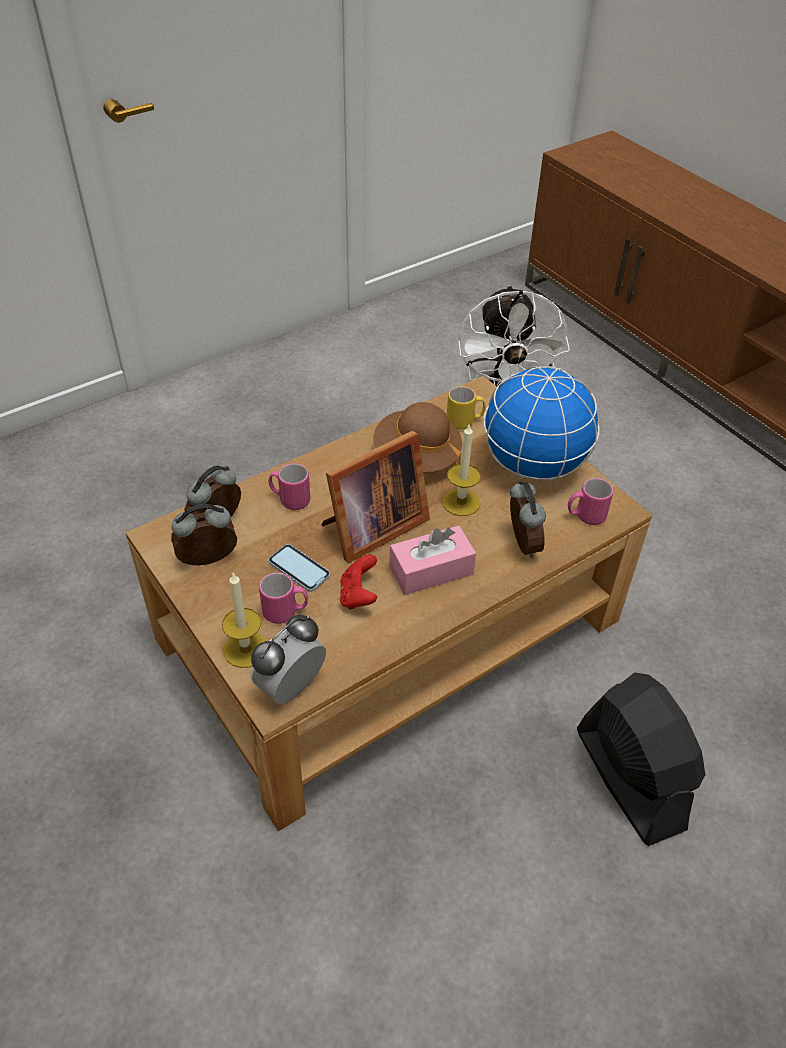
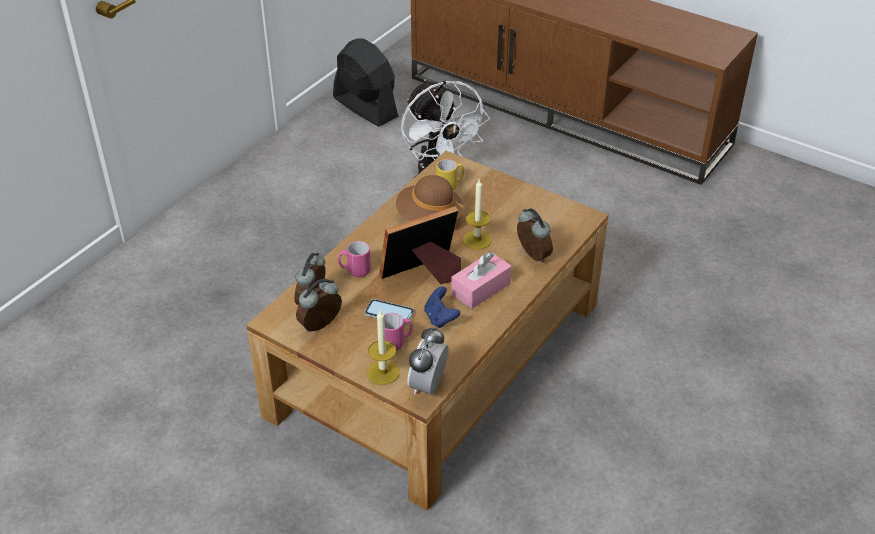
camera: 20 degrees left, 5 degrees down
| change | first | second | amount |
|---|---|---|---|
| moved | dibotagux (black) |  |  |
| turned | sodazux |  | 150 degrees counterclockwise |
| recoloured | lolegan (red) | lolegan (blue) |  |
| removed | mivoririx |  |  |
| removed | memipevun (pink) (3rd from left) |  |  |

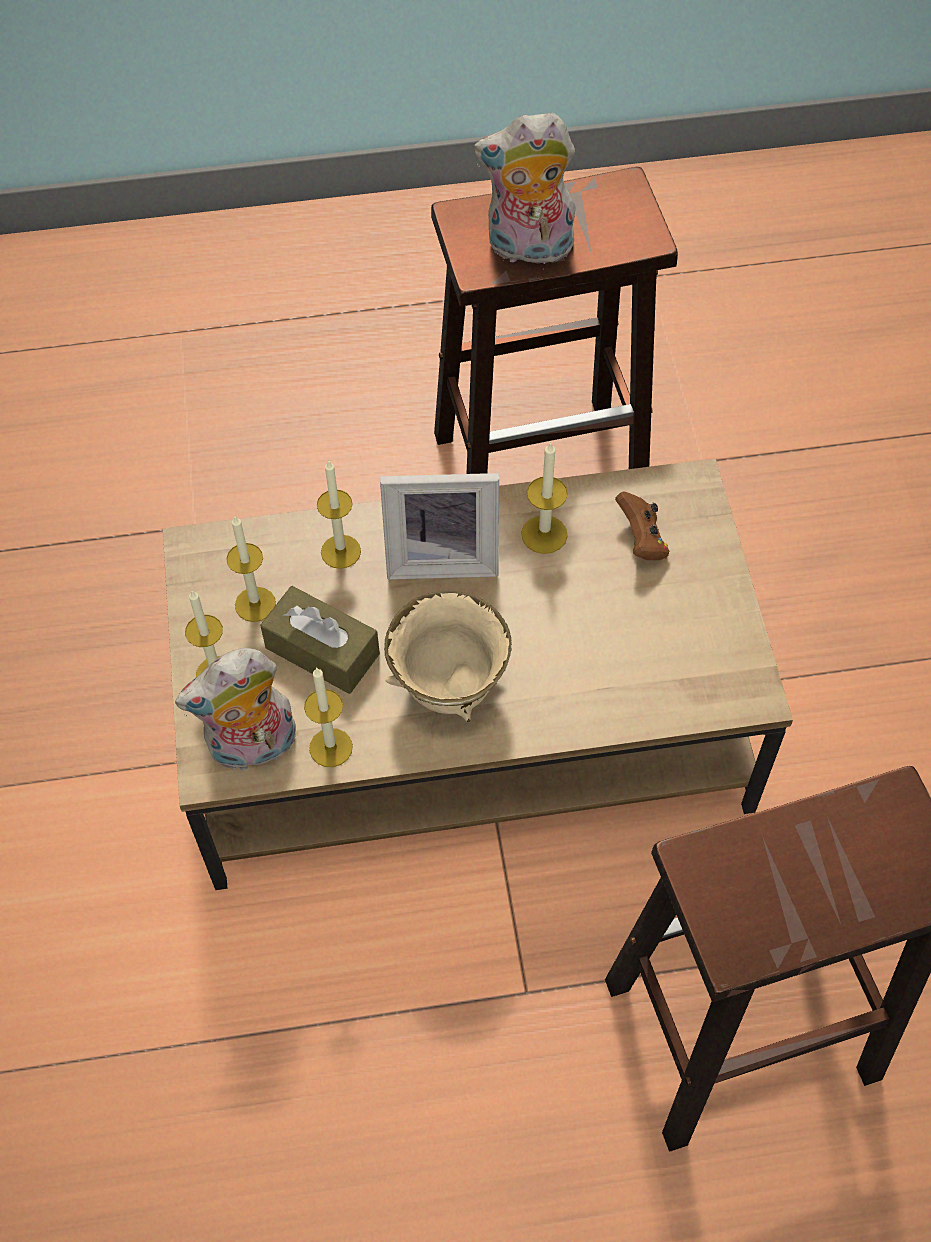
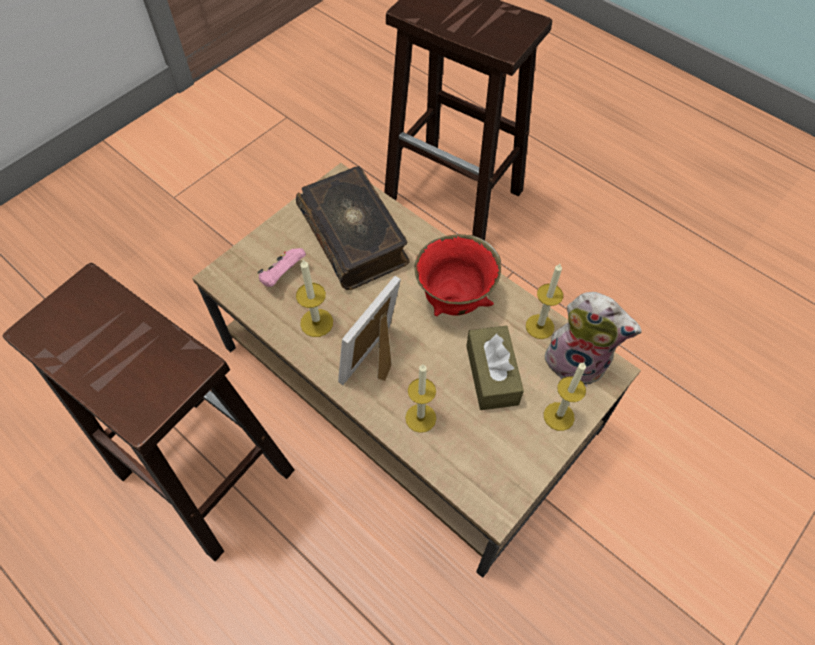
camera: 130 degrees left, 0 degrees up
| change | first | second | amount |
|---|---|---|---|
| recoloured | lolegan (brown) | lolegan (pink) |  |
| added |  | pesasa |  |
| turned | sodazux |  | 105 degrees counterclockwise |
| recoloured | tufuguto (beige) | tufuguto (red) |  |
| removed | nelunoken (2nd from left) |  |  |
| removed | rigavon (2nd from left) |  |  |

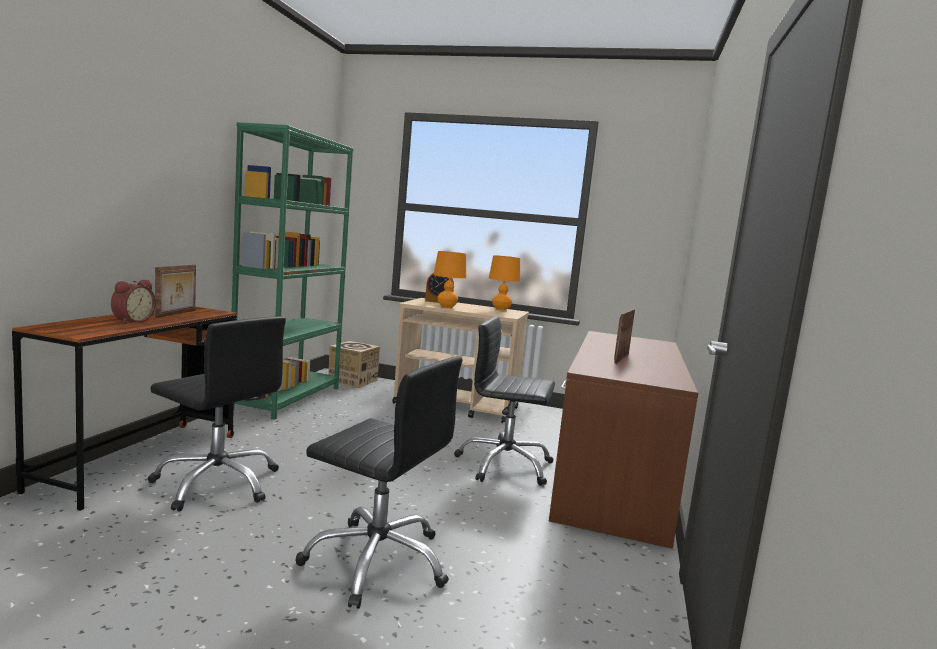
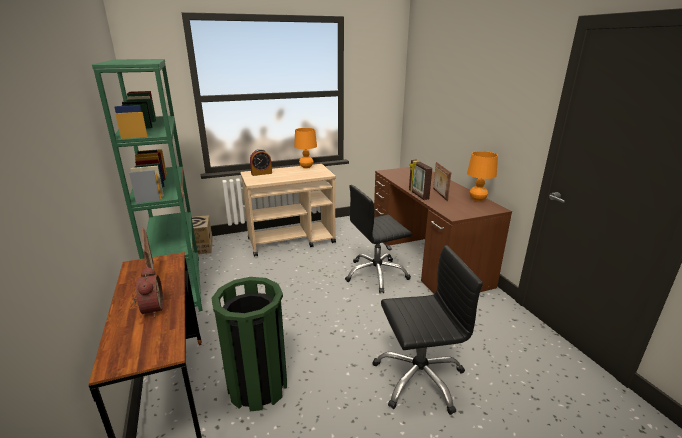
camera: 35 degrees left, 15 degrees up
| change | first | second | amount |
|---|---|---|---|
| replaced | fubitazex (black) (1st from left) | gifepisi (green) |  |
| added |  | sodazux (2nd from left) |  |
| moved | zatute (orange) (1st from left in the first image) | zatute (orange) (2nd from left) |  |

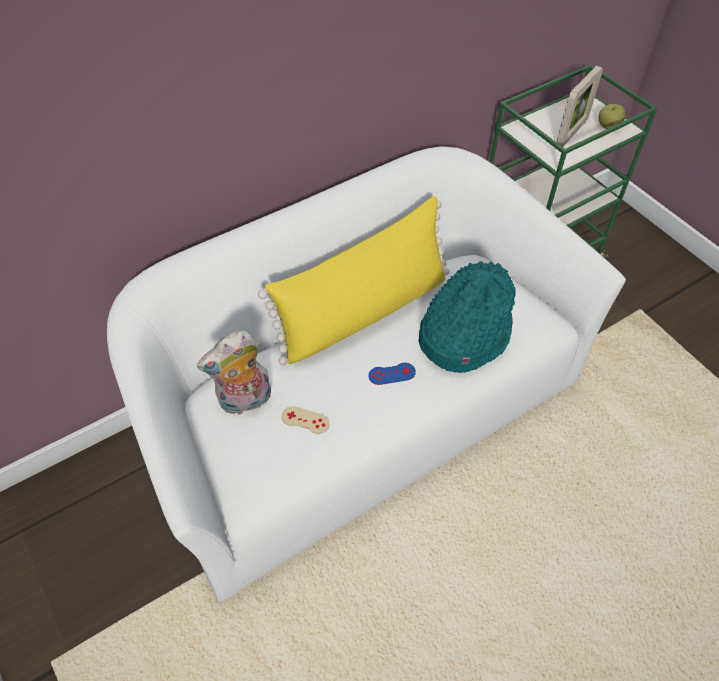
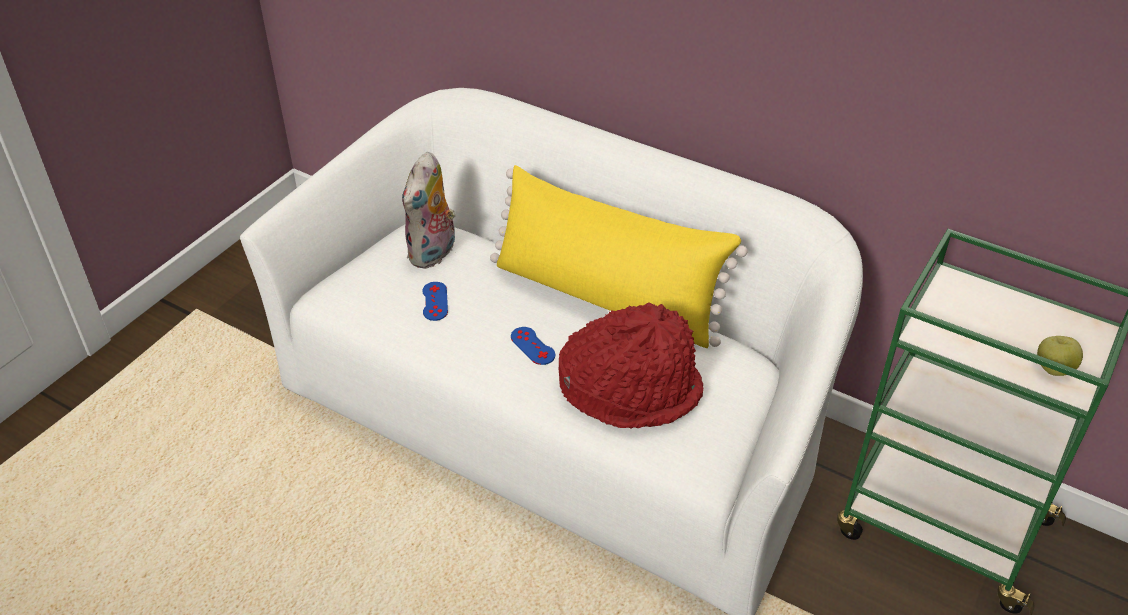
camera: 65 degrees right, 10 degrees down
| change | first | second | amount |
|---|---|---|---|
| turned | rigavon |  | 105 degrees counterclockwise |
| recoloured | lolegan (beige) | lolegan (blue) (1st from left) |  |
| recoloured | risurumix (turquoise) | risurumix (red) |  |
| removed | sodazux |  |  |

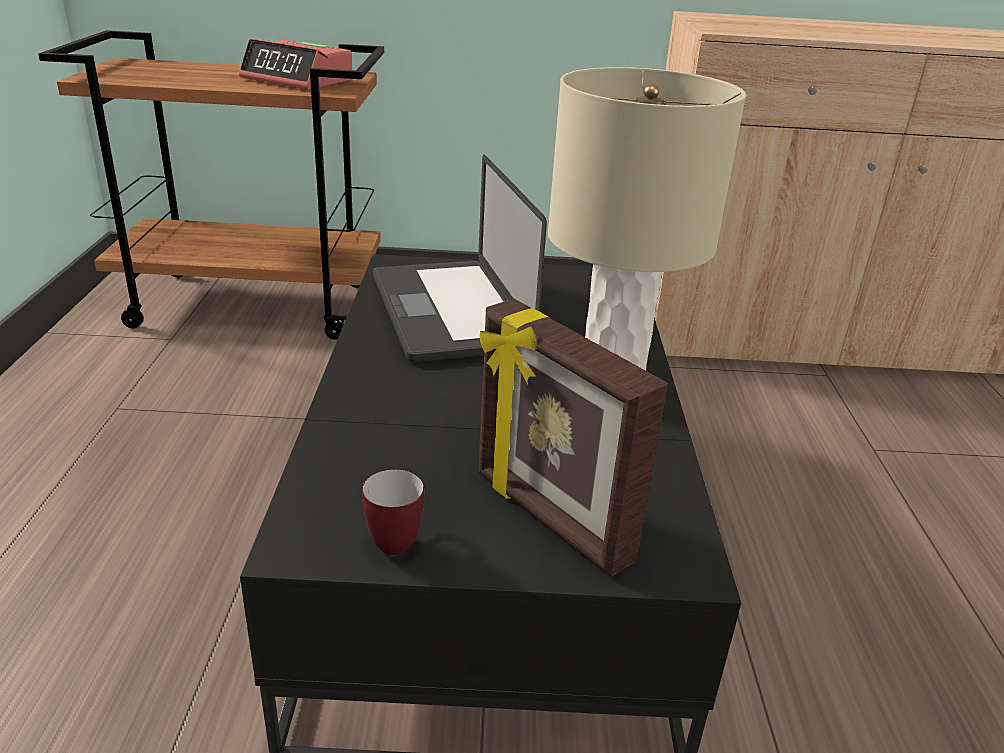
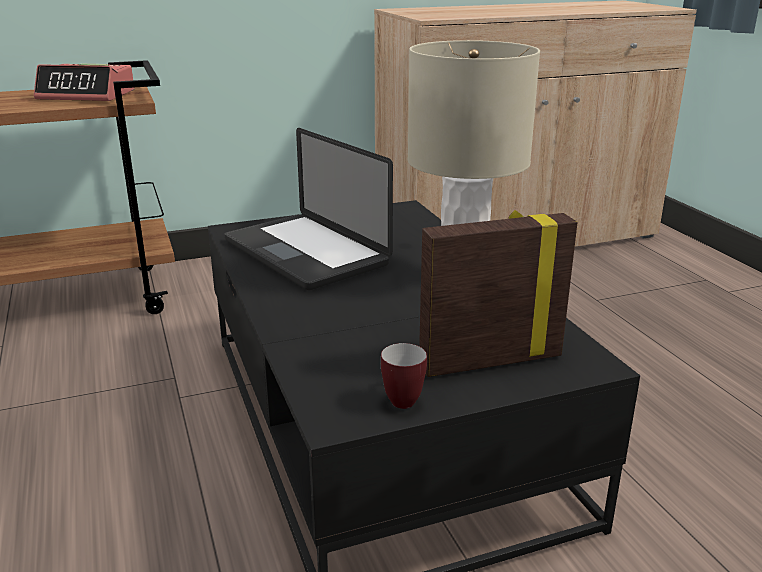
camera: 20 degrees left, 5 degrees down
| change | first | second | amount |
|---|---|---|---|
| turned | sodazux |  | 135 degrees clockwise |

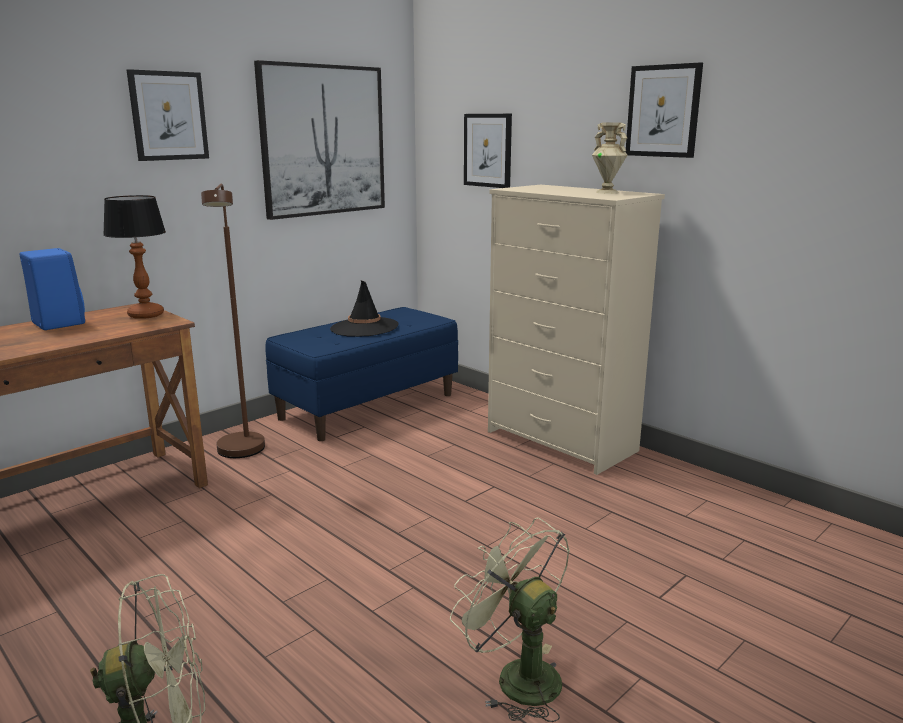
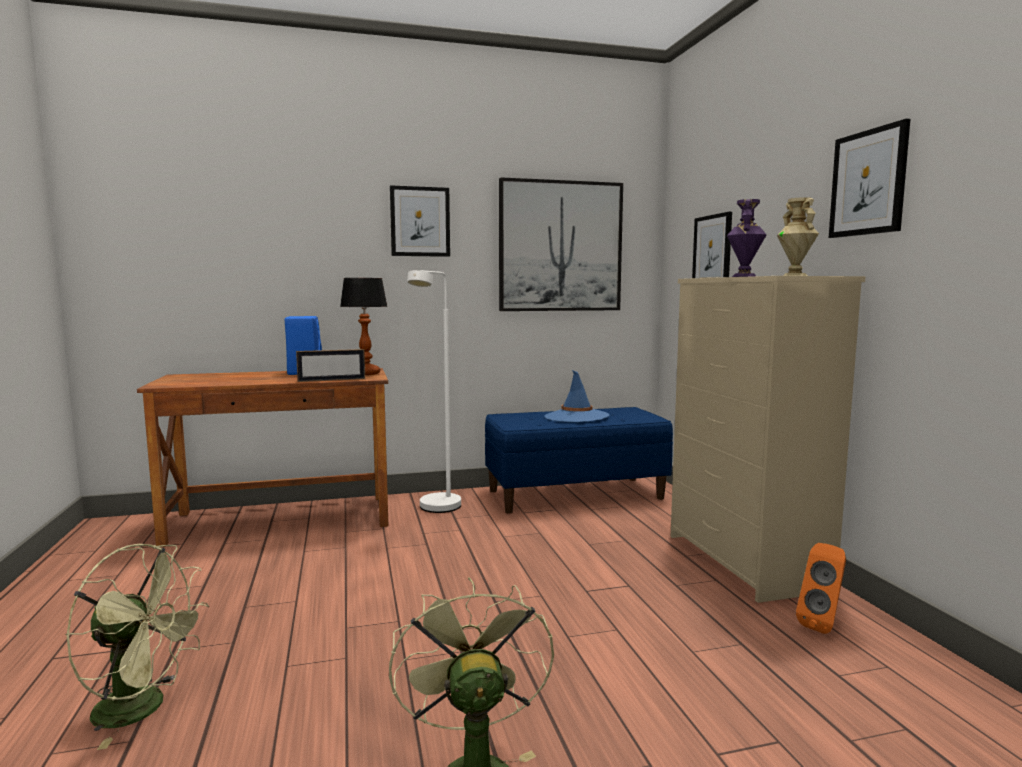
camera: 30 degrees right, 10 degrees down
| change | first | second | amount |
|---|---|---|---|
| added |  | sodazux |  |
| recoloured | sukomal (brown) | sukomal (white) |  |
| recoloured | risurumix (black) | risurumix (blue) |  |
| added |  | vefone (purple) |  |
| added |  | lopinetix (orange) |  |

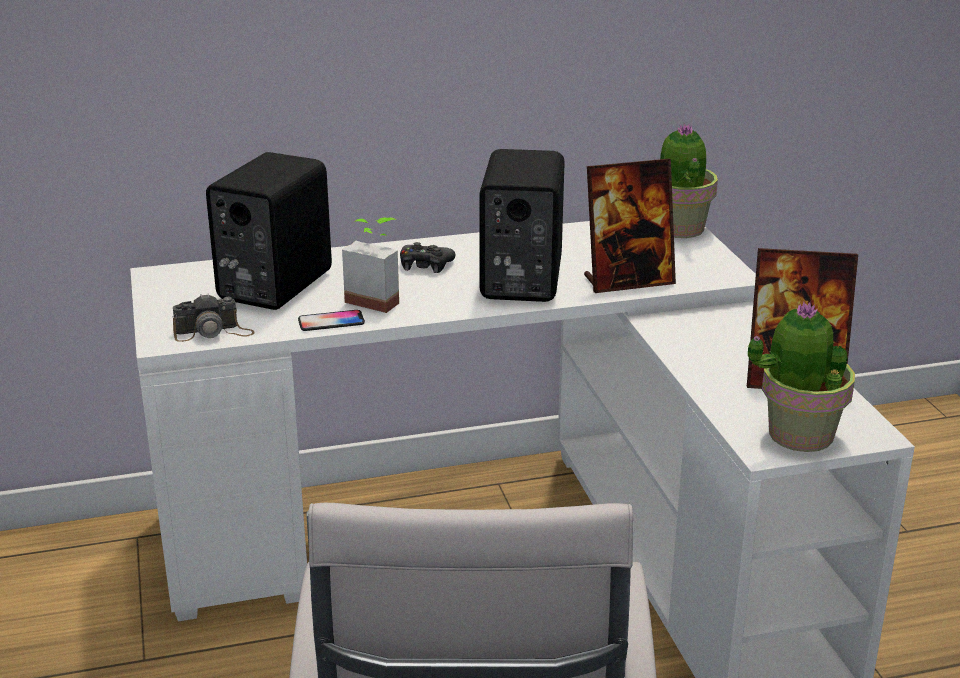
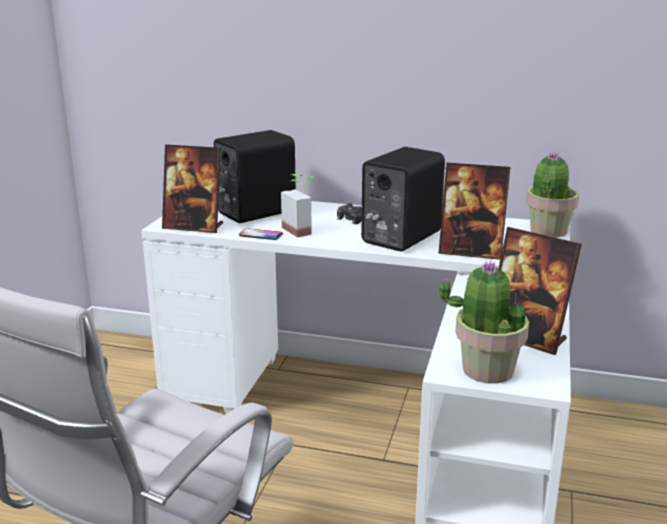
camera: 30 degrees right, 5 degrees down
| change | first | second | amount |
|---|---|---|---|
| replaced | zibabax | sodazux (1st from left) |  |

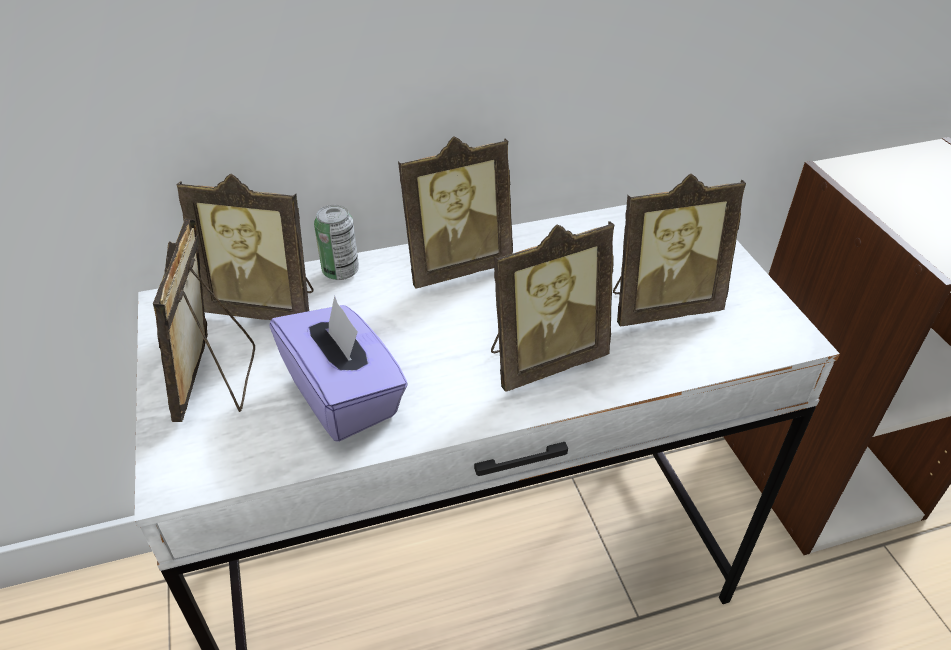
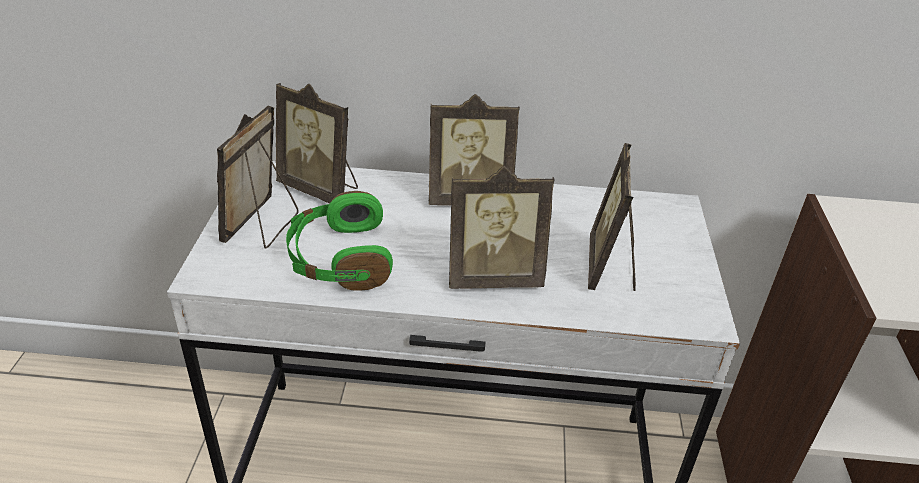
camera: 20 degrees right, 5 degrees down
| change | first | second | amount |
|---|---|---|---|
| replaced | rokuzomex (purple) | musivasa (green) |  |
| turned | sodazux (5th from left) |  | 90 degrees clockwise |
| removed | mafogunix |  |  |

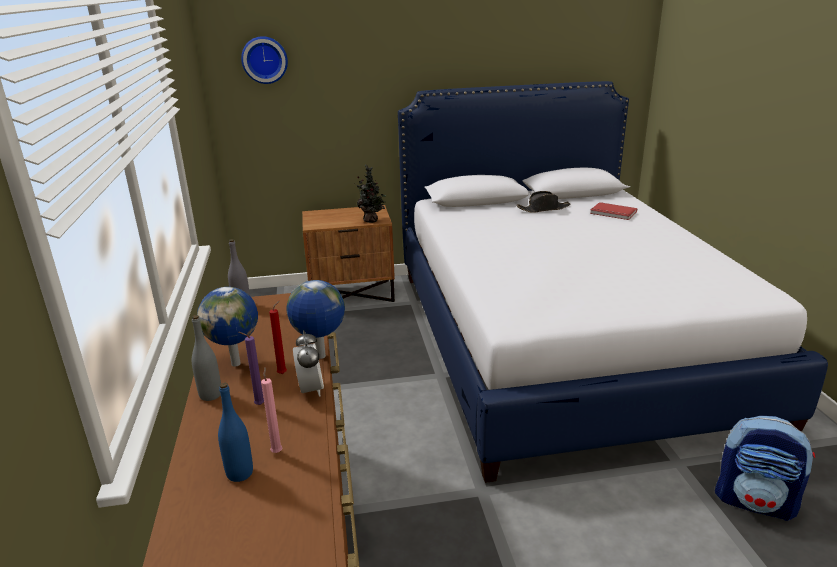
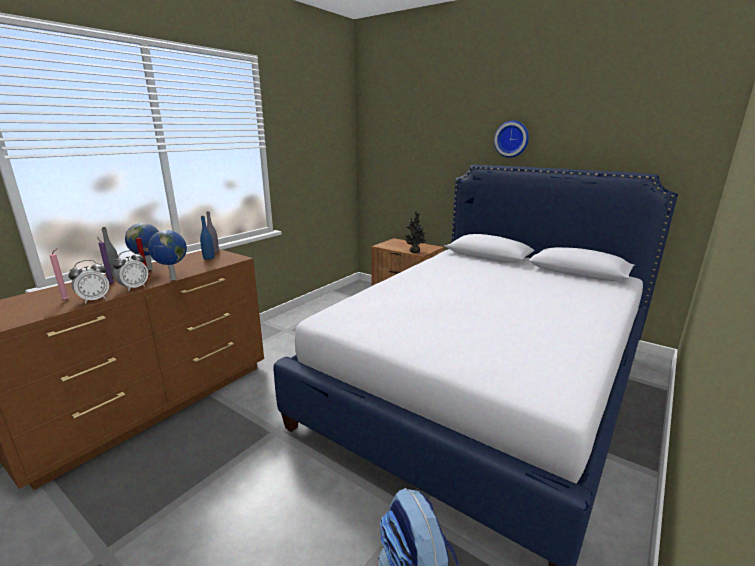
camera: 45 degrees right, 5 degrees down
| change | first | second | amount |
|---|---|---|---|
| added |  | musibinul (1st from left) |  |
| moved | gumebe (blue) |  |  |
| moved | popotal |  |  |
| removed | risurumix (black) |  |  |
| removed | pesasa (red) |  |  |

